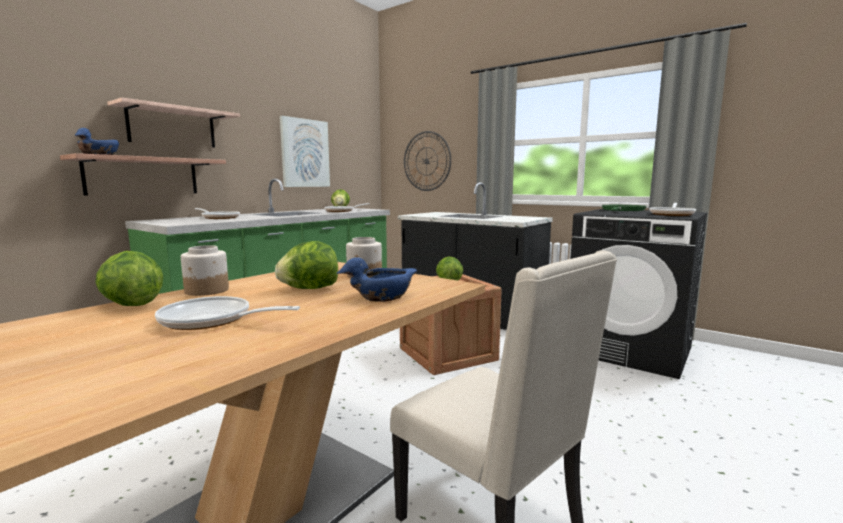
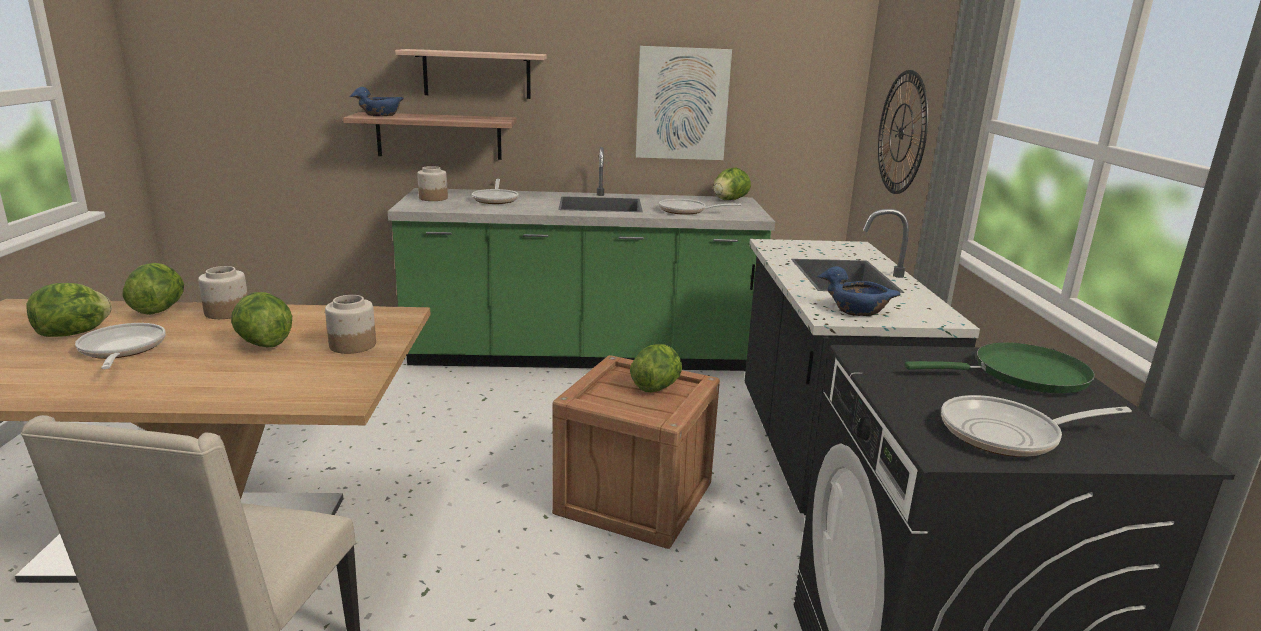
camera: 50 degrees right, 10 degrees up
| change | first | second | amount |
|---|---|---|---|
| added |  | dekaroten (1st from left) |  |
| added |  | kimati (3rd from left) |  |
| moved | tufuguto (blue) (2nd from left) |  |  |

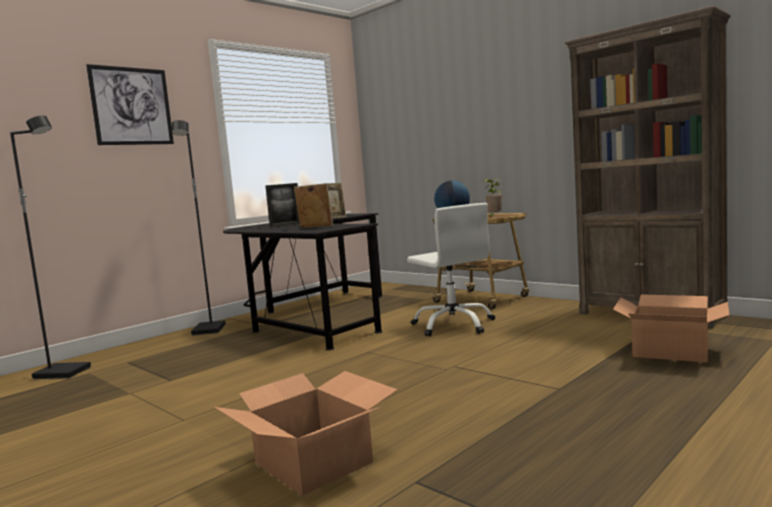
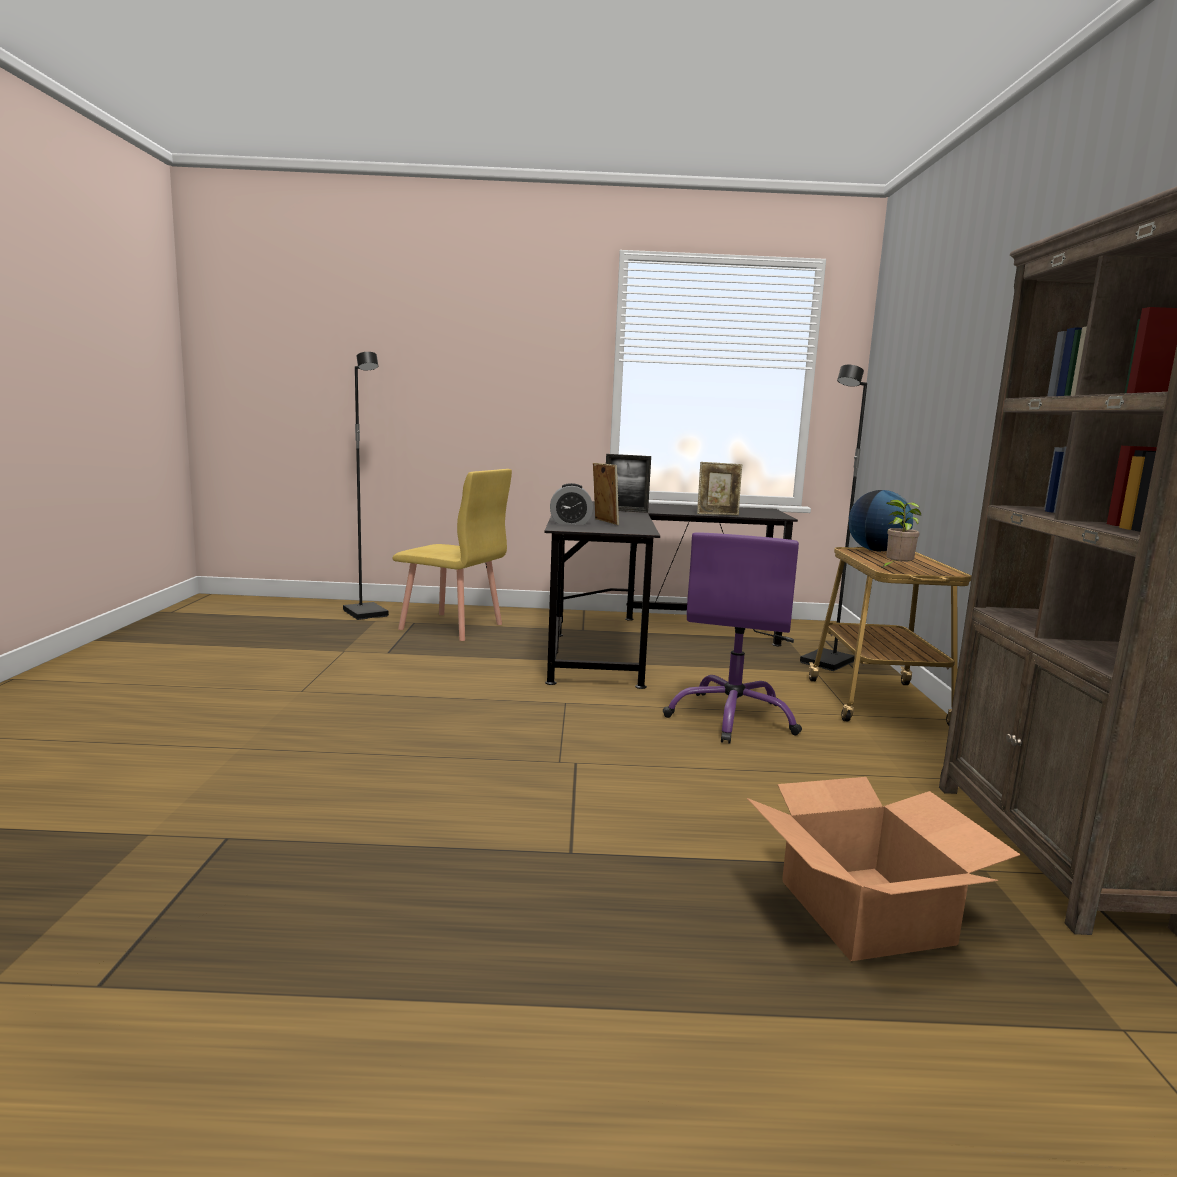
camera: 45 degrees right, 5 degrees up
| change | first | second | amount |
|---|---|---|---|
| added |  | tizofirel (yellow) |  |
| added |  | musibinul |  |
| recoloured | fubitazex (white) | fubitazex (purple) |  |
| moved | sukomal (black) (2nd from left) |  |  |
| removed | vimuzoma |  |  |
| removed | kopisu (1st from left) |  |  |

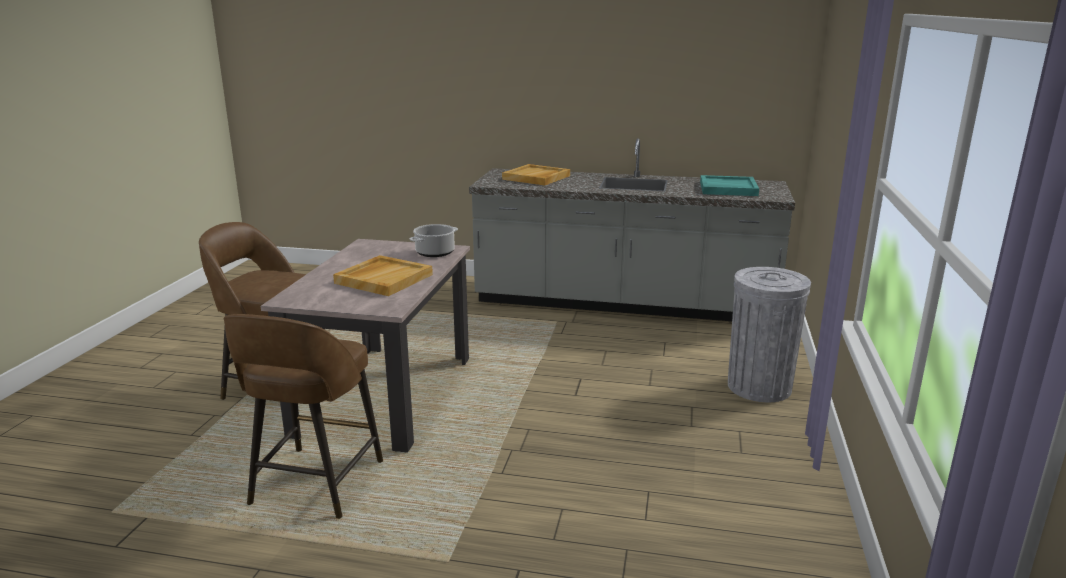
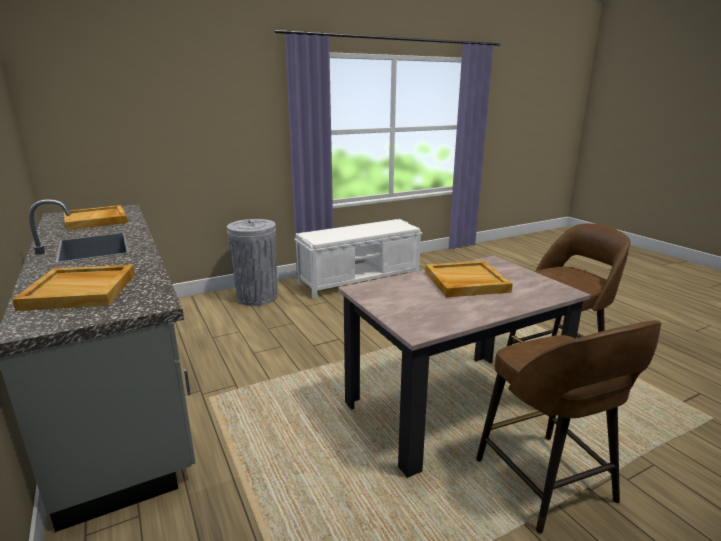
camera: 130 degrees left, 0 degrees up
| change | first | second | amount |
|---|---|---|---|
| recoloured | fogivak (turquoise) | fogivak (beige) (2nd from left) |  |
| added |  | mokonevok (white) |  |
| removed | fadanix |  |  |

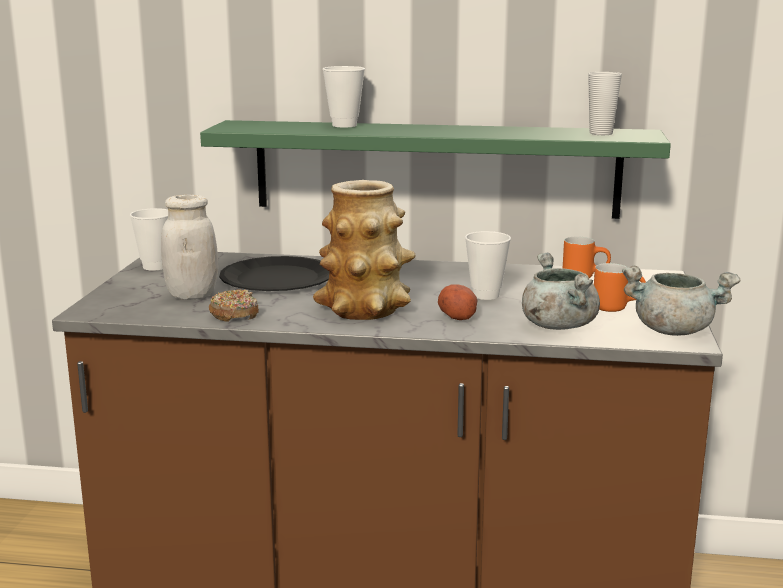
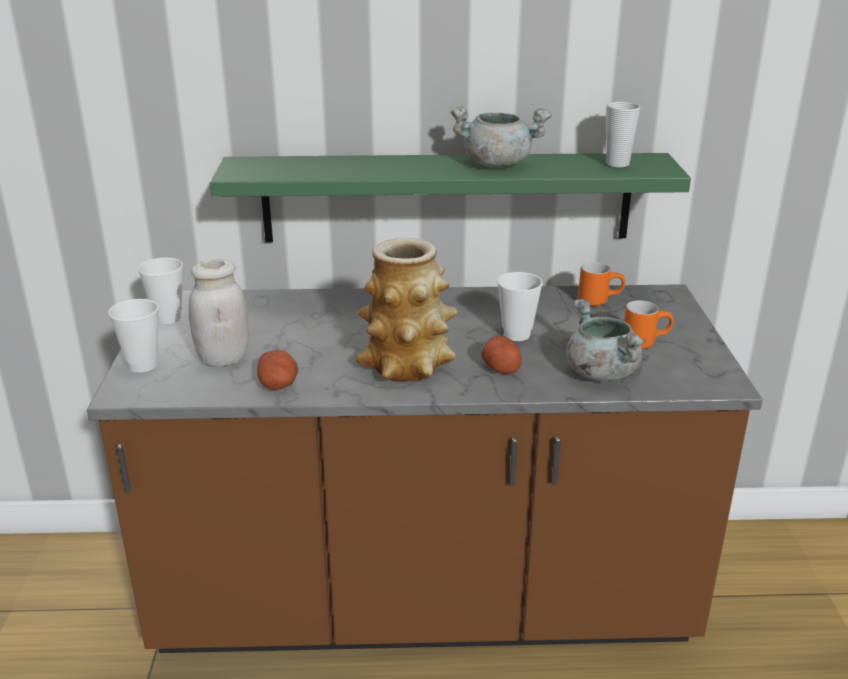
camera: 10 degrees left, 10 degrees up
| change | first | second | amount |
|---|---|---|---|
| moved | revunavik (2nd from left in the first image) | revunavik (1st from left) |  |
| replaced | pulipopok | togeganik (1st from left) |  |
| moved | fadanix (grey) (2nd from left in the first image) | fadanix (grey) (1st from left) |  |
| removed | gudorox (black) |  |  |

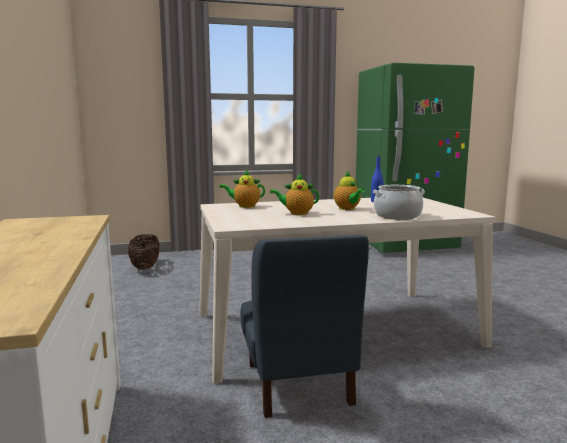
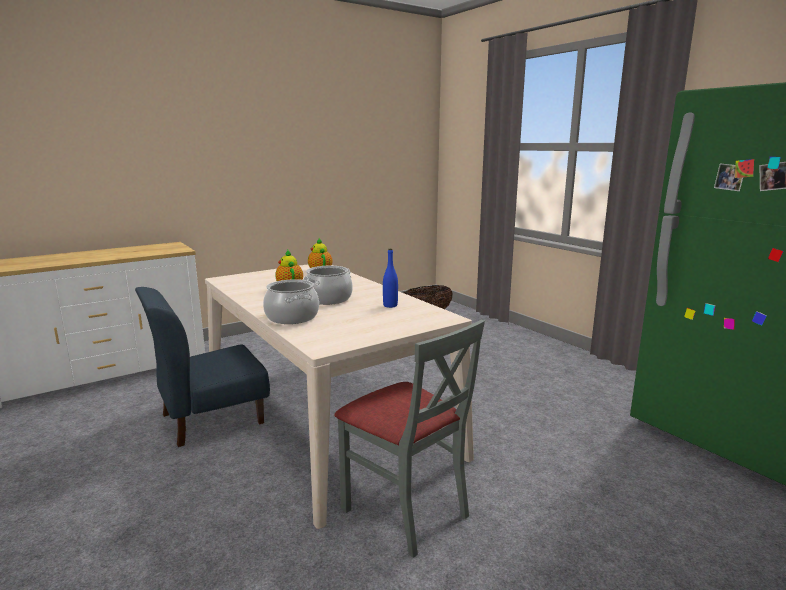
camera: 70 degrees right, 5 degrees up
| change | first | second | amount |
|---|---|---|---|
| replaced | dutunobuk (3rd from left) | fadanix (2nd from left) |  |
| added |  | tizofirel (grey) |  |

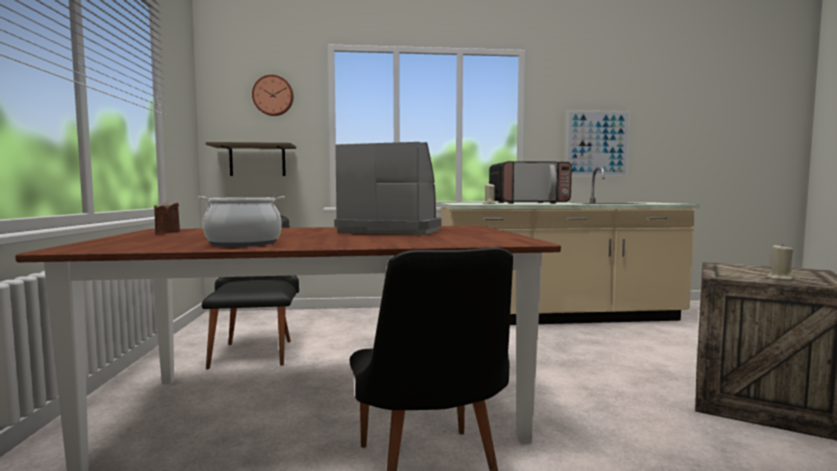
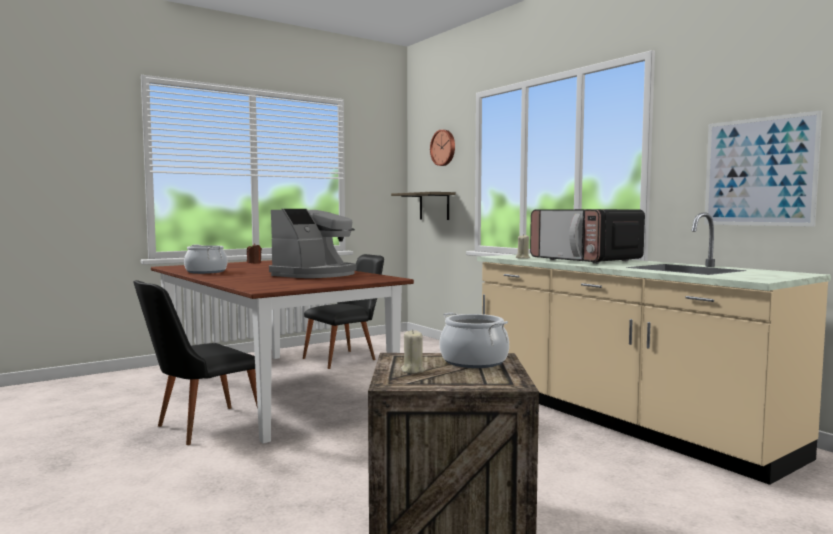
camera: 60 degrees right, 0 degrees up
| change | first | second | amount |
|---|---|---|---|
| turned | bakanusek |  | 45 degrees clockwise |
| added |  | fadanix (2nd from left) |  |

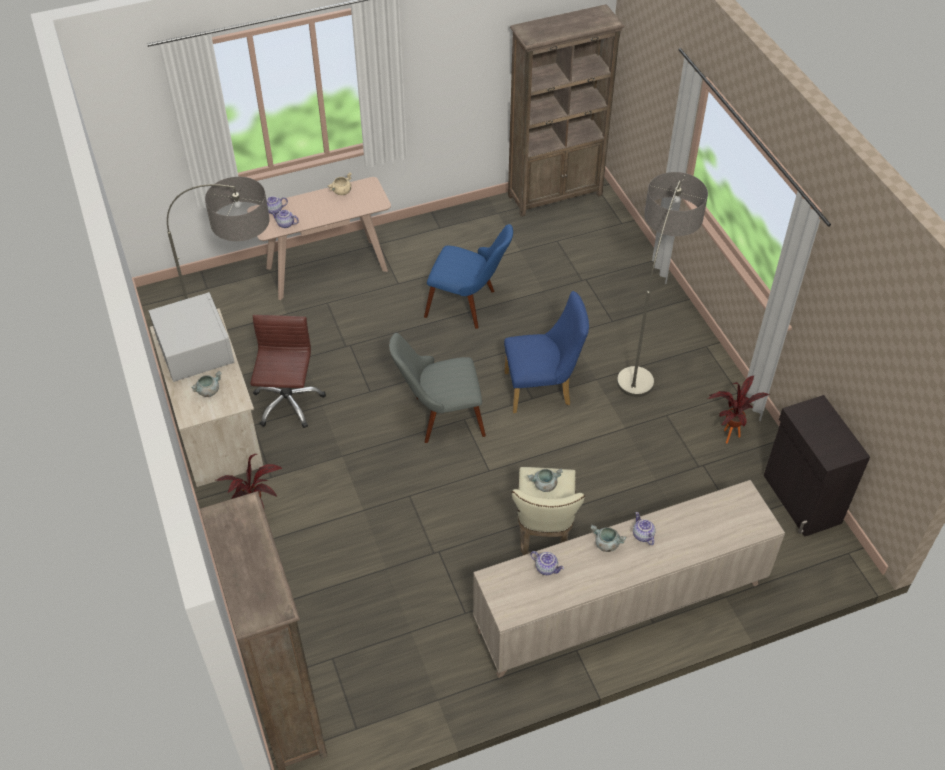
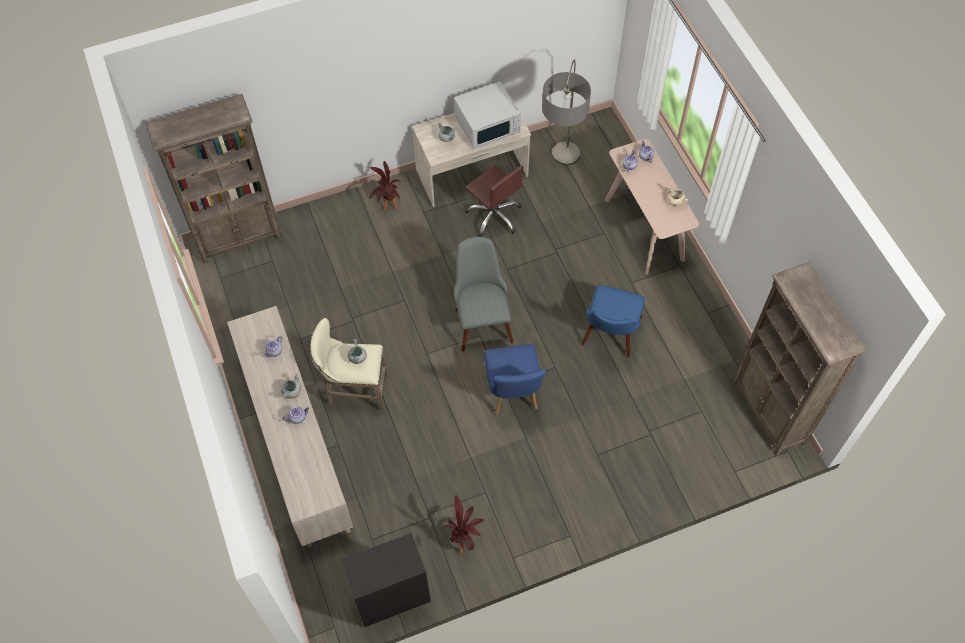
camera: 90 degrees right, 10 degrees up
| change | first | second | amount |
|---|---|---|---|
| turned | fubitazex (brown) |  | 45 degrees clockwise |
| removed | sukomal (2nd from left) |  |  |

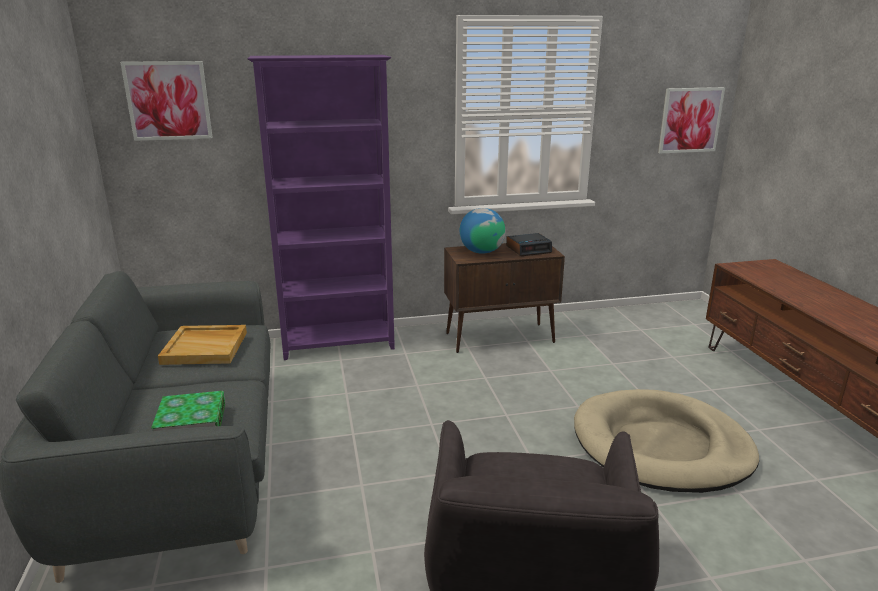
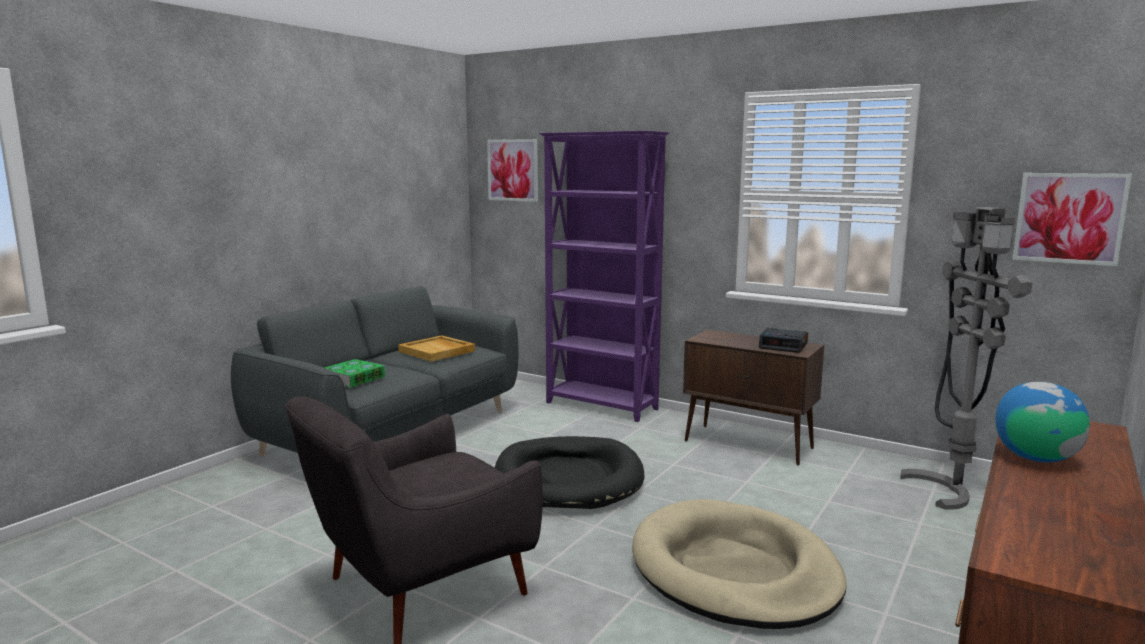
camera: 45 degrees right, 10 degrees down
| change | first | second | amount |
|---|---|---|---|
| added |  | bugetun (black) |  |
| added |  | sukomal (grey) |  |
| moved | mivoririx |  |  |

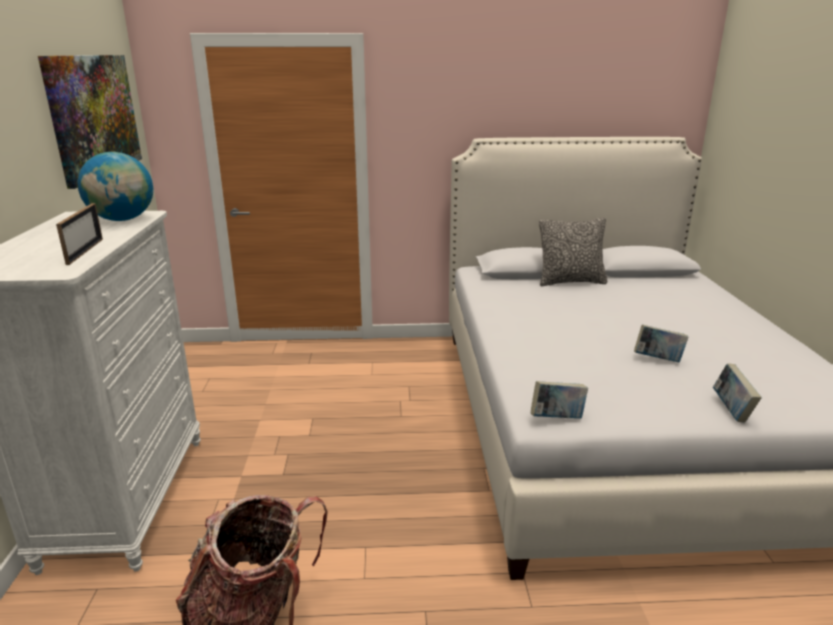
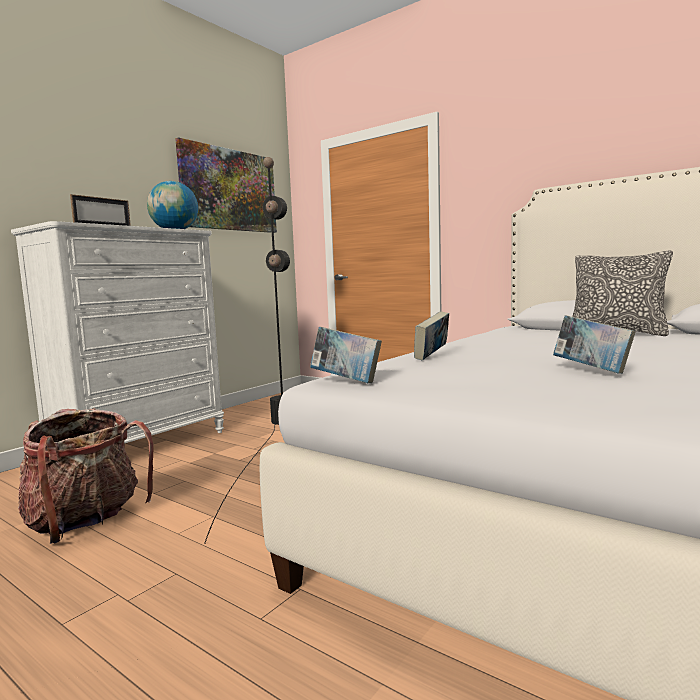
camera: 40 degrees right, 15 degrees down
| change | first | second | amount |
|---|---|---|---|
| added |  | sukomal (black) |  |
| moved | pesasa (3rd from left in the first image) | pesasa (2nd from left) |  |

